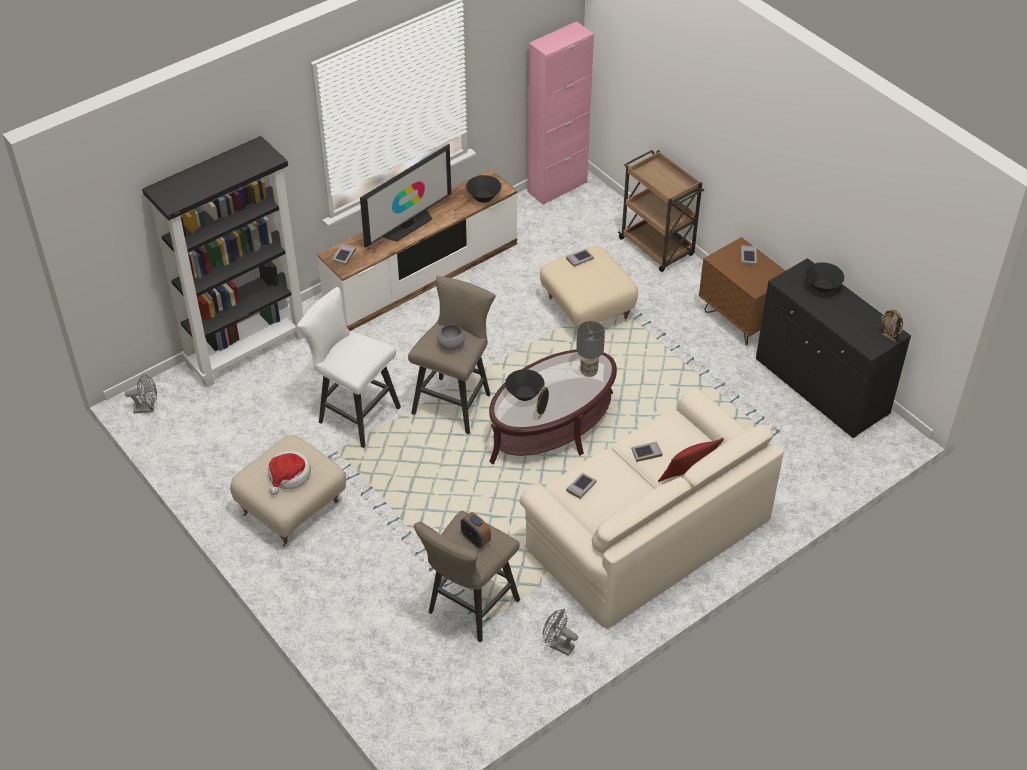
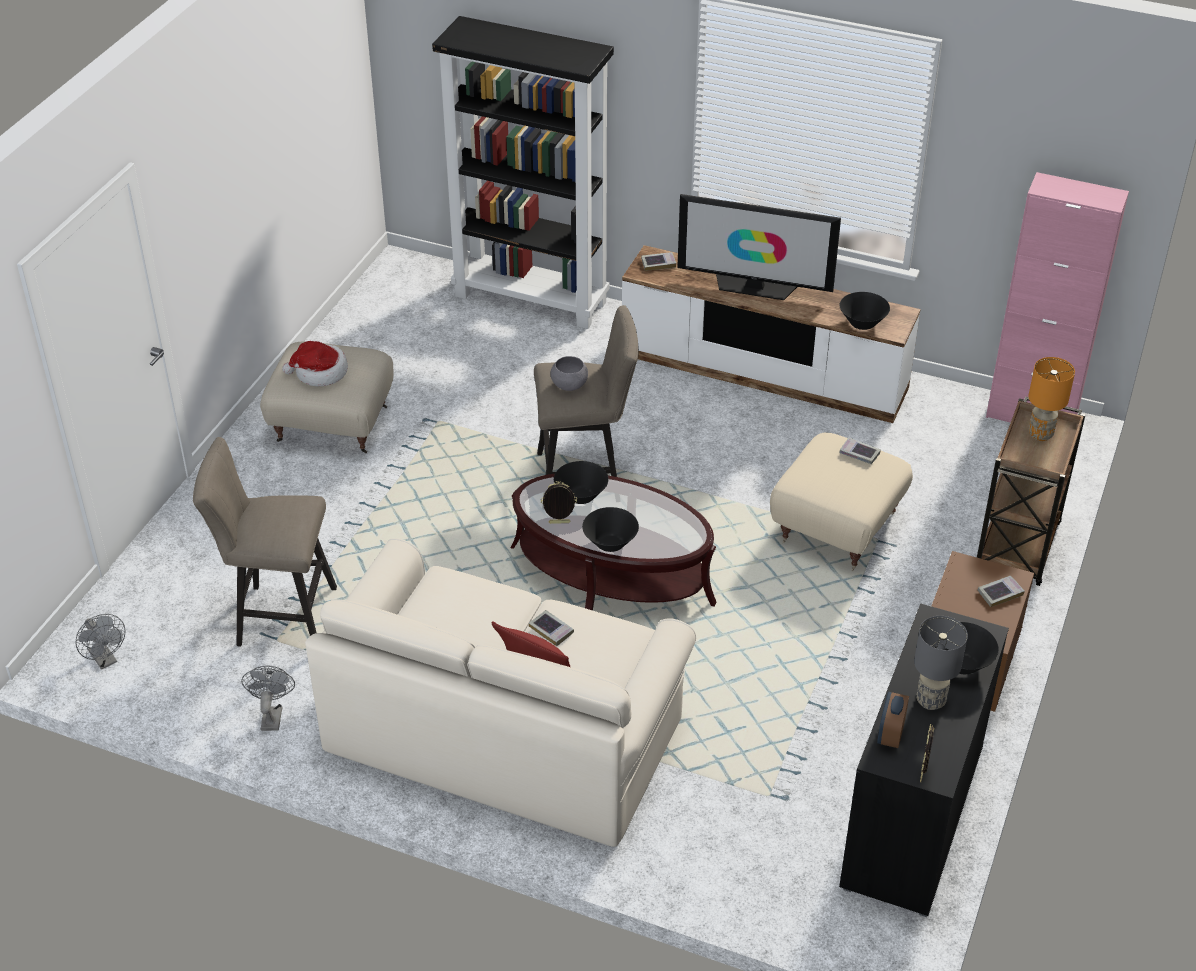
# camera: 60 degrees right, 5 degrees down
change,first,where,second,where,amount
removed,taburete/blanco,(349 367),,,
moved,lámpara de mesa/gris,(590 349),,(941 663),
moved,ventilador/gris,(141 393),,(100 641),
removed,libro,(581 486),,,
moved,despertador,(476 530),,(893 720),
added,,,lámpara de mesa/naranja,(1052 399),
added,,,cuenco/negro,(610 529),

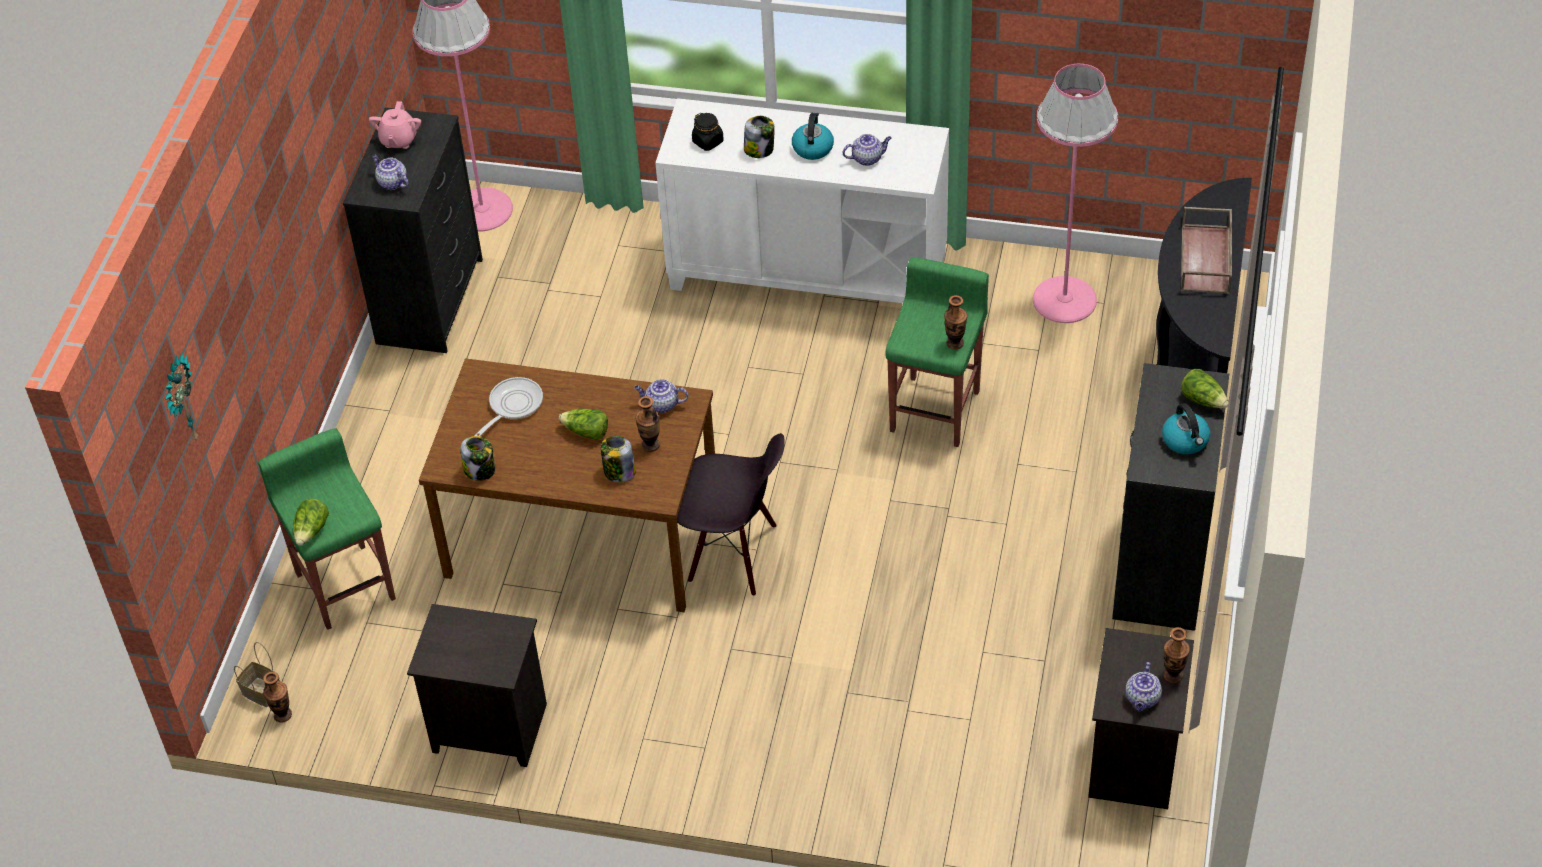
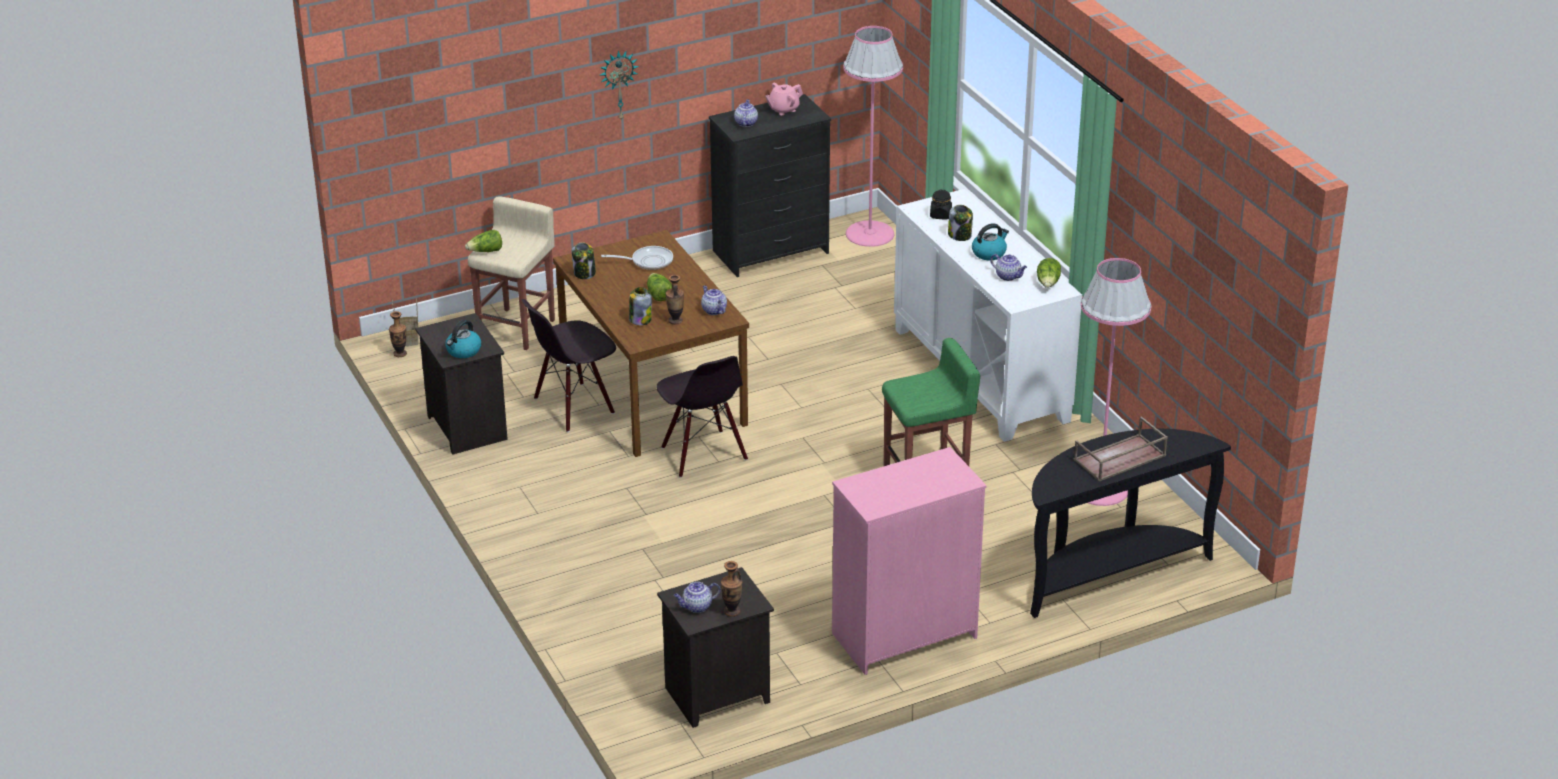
# camera: 50 degrees right, 15 degrees down
change,first,where,second,where,amount
removed,florero,(955 322),,,
moved,reloj de pared,(181 397),,(619 86),
recoloured,cómoda/negro,(1170 497),cómoda/rosa,(909 561),
moved,lechuga,(1205 388),,(1049 273),
moved,hervidor,(1186 428),,(463 339),
recoloured,taburete/verde,(327 529),taburete/beis,(511 273),
added,,,silla/negro,(568 365),

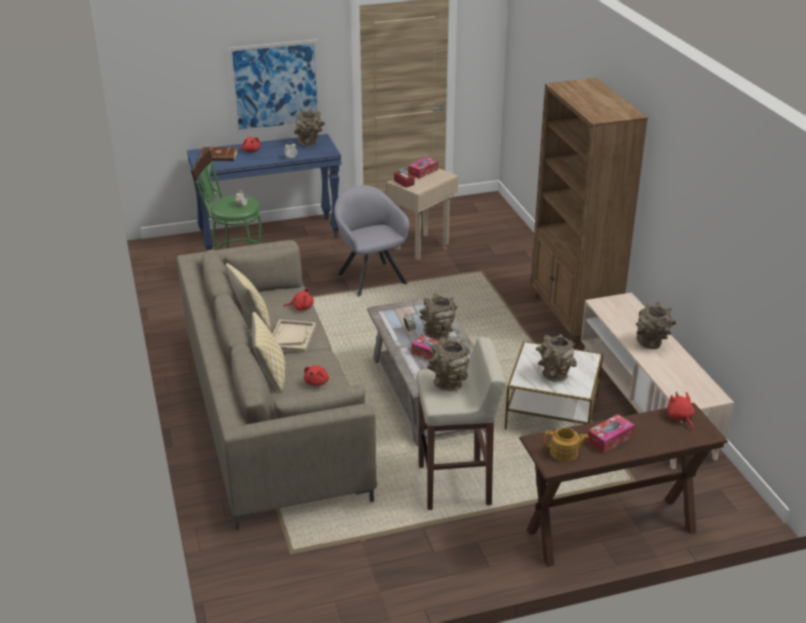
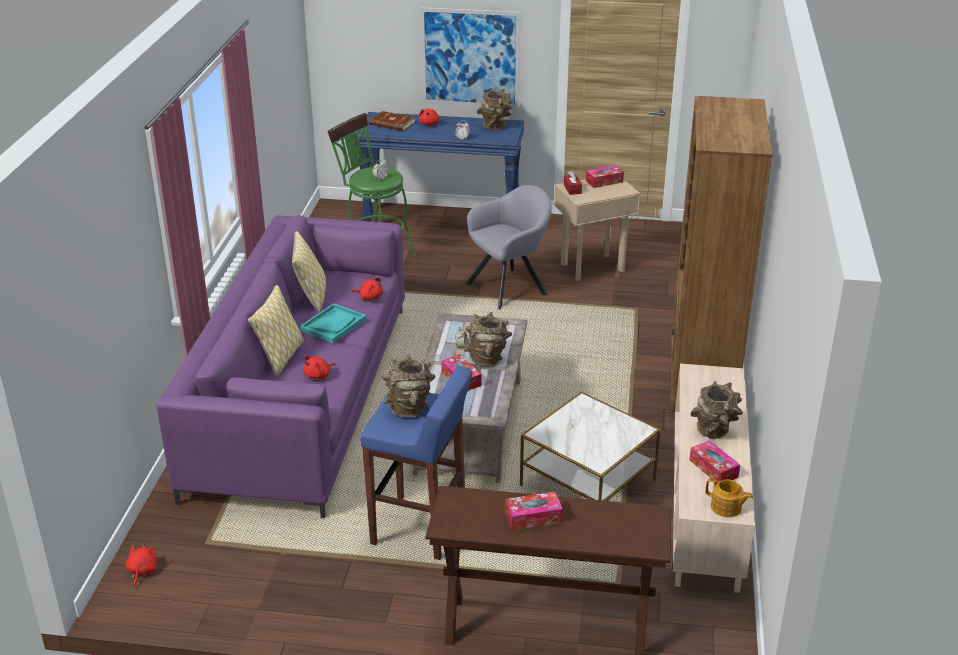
# camera: 25 degrees right, 0 degrees up
change,first,where,second,where,amount
turned,sillón/gris,(371 241),,(509 247),60 degrees clockwise
recoloured,sofá/beis,(277 385),sofá/morado,(281 366),
recoloured,bandeja/beis,(294 336),bandeja/turquesa,(333 323),
removed,florero/marrón,(556 358),,,
recoloured,taburete/beis,(461 423),taburete/azul,(416 463),
moved,peluche/rojo,(681 410),,(141 564),
moved,tetera,(566 445),,(729 497),
added,,,caja de pañuelos,(715 461),

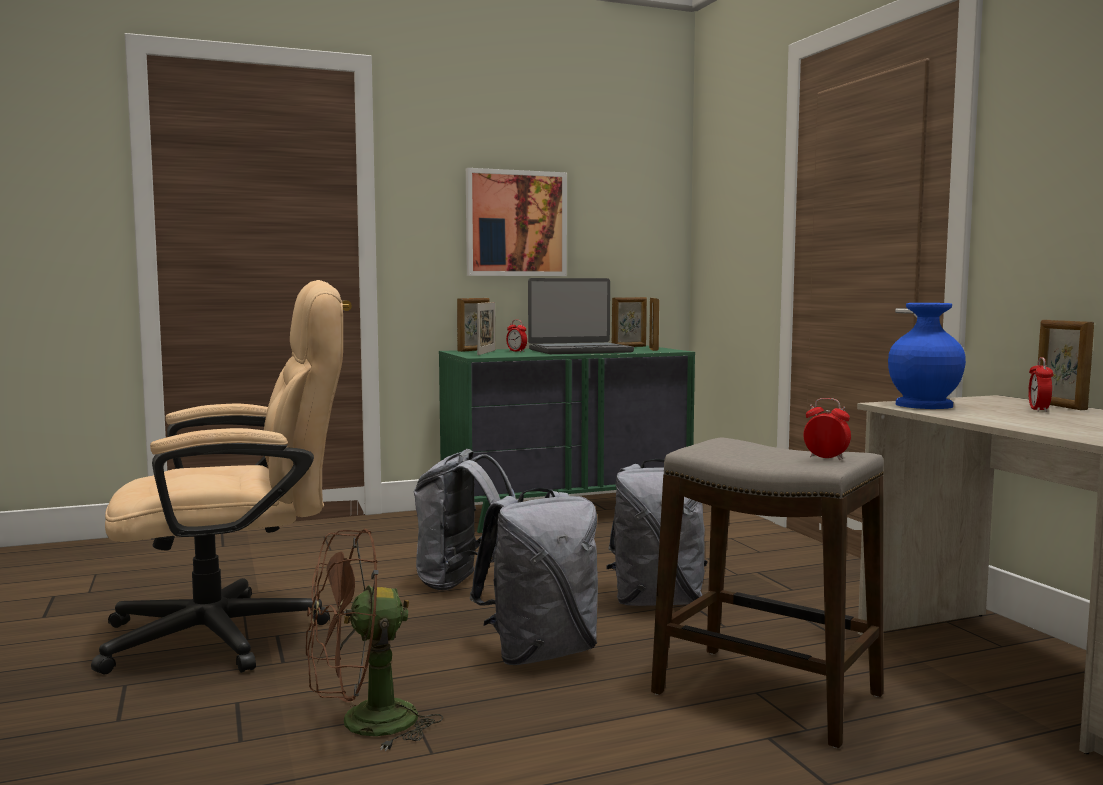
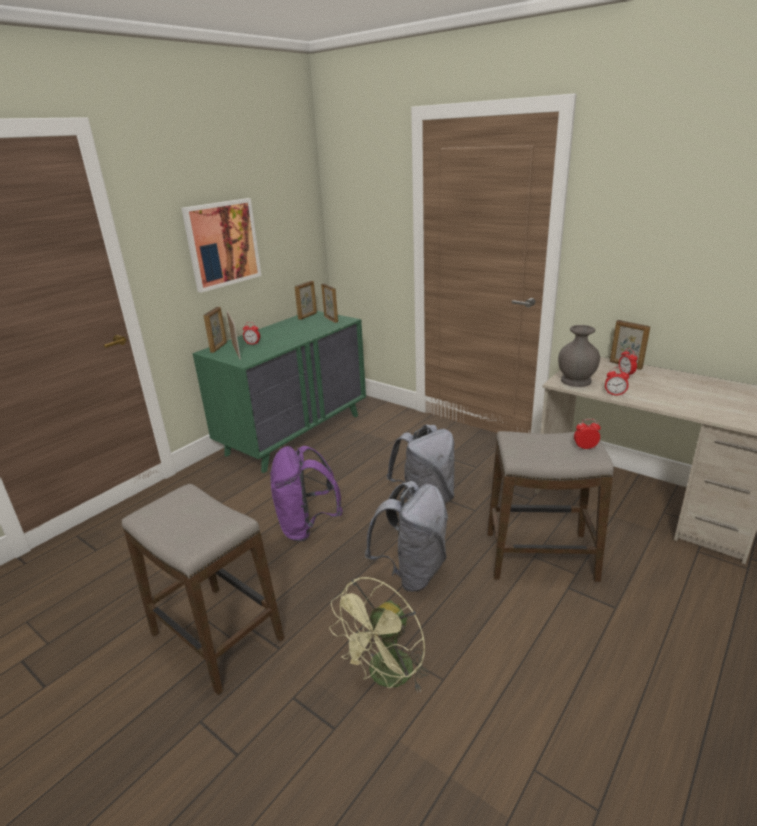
# camera: 30 degrees left, 20 degrees up
change,first,where,second,where,amount
removed,portátil,(581 316),,,
replaced,silla de oficina/beis,(217 477),taburete,(203 589),
recoloured,florero/azul,(927 356),florero/gris,(579 356),
recoloured,mochila/gris,(465 519),mochila/morado,(306 493),
recoloured,ventilador/marrón,(374 640),ventilador/verde,(379 635),
added,,,despertador,(617 381),

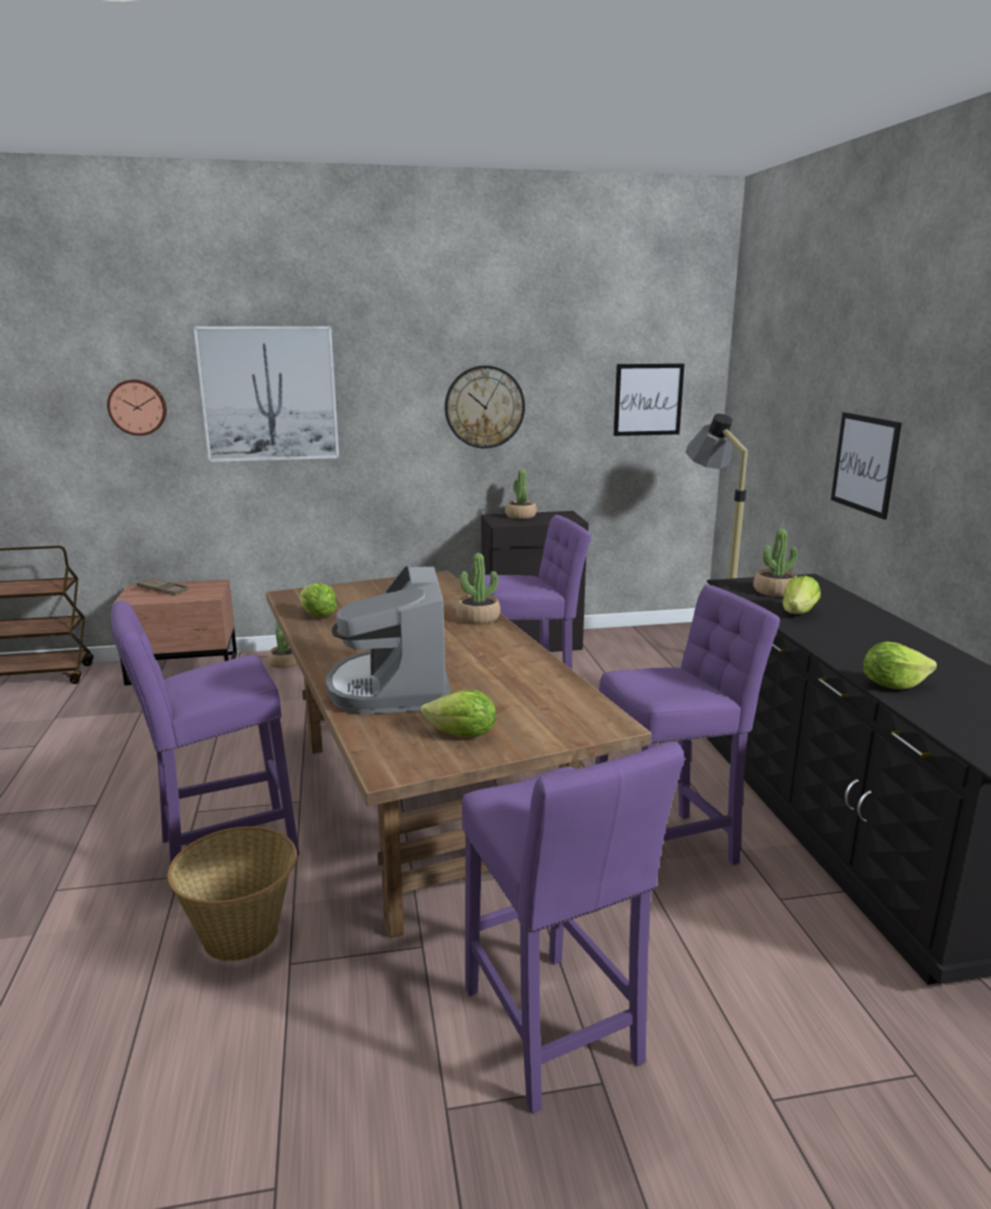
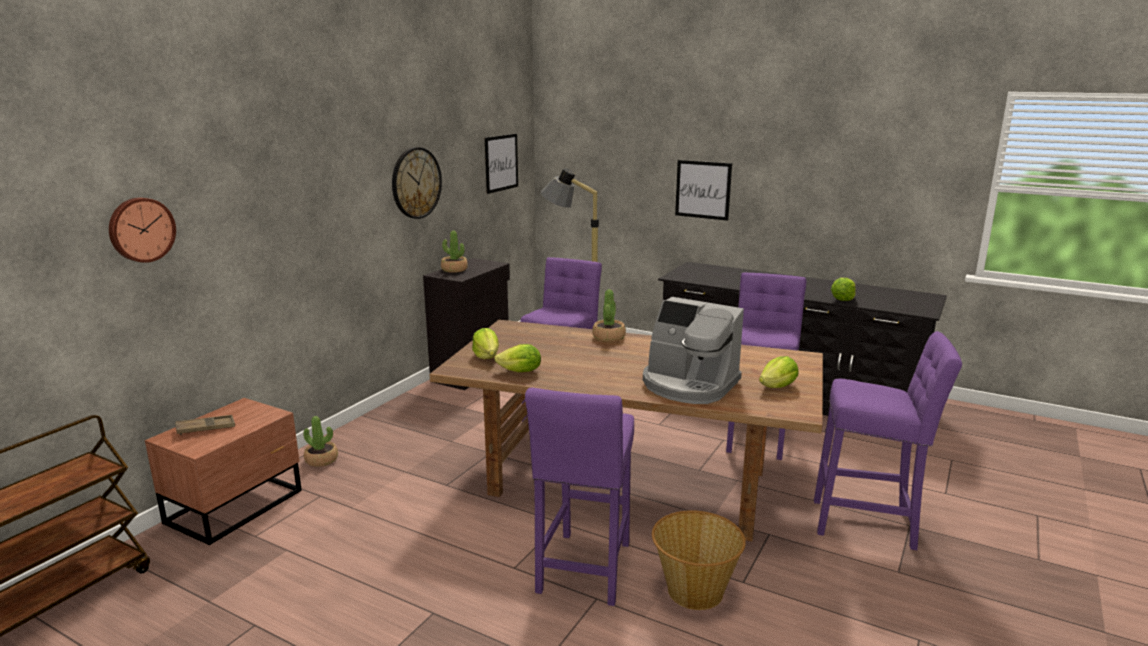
# camera: 50 degrees left, 0 degrees up
change,first,where,second,where,amount
removed,cuadro,(266 394),,,
removed,planta en maceta,(775 563),,,
moved,lechuga,(801 595),,(485 343),

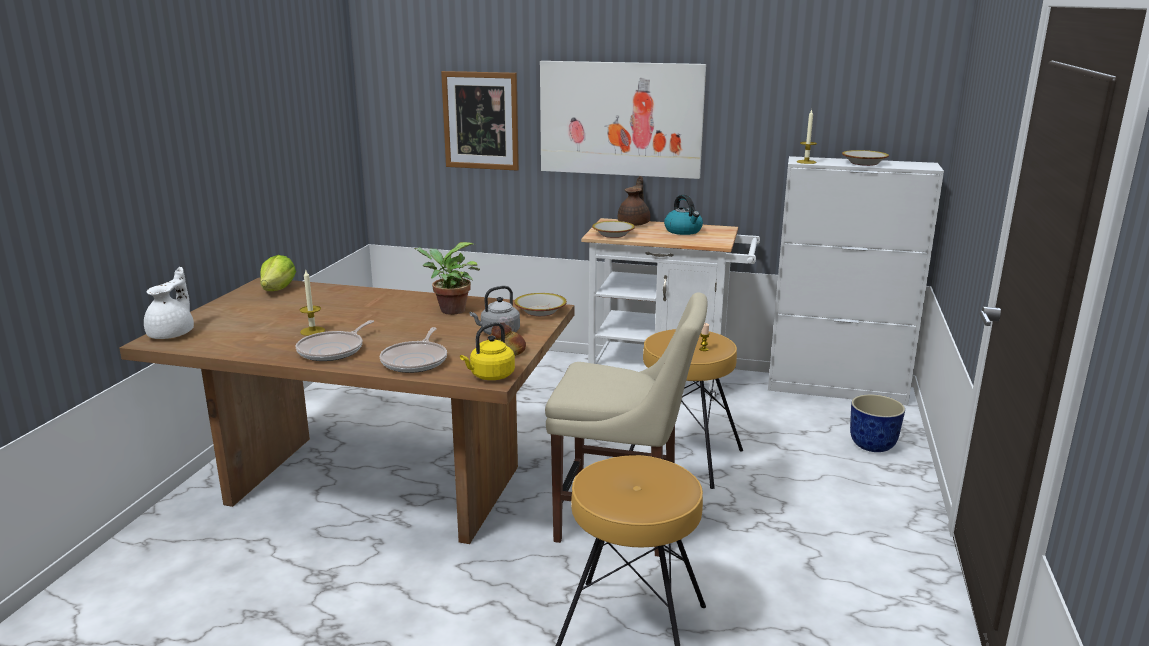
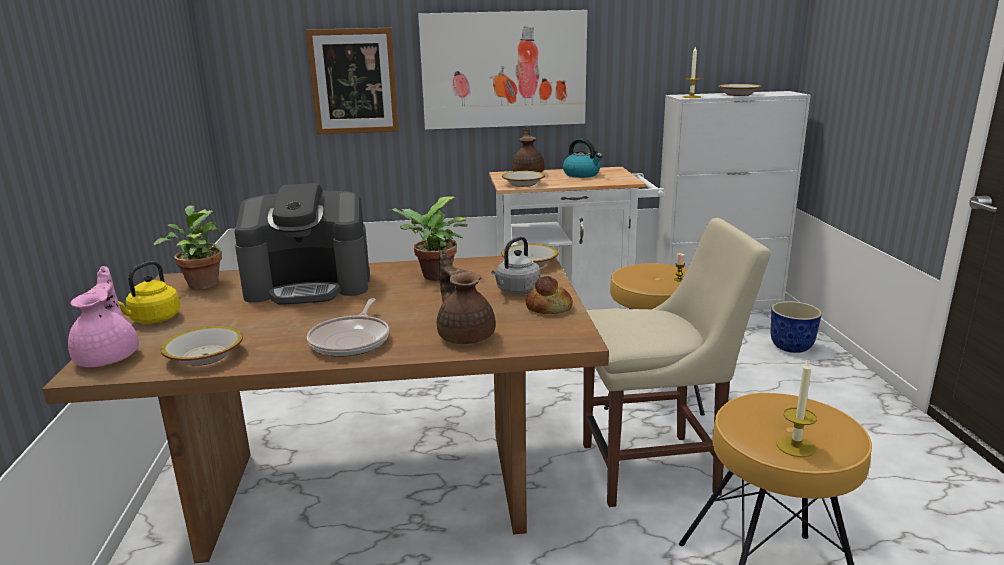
# camera: 20 degrees left, 0 degrees up
change,first,where,second,where,amount
replaced,lechuga,(278 273),planta en maceta,(188 248),
recoloured,tetera/blanco,(169 303),tetera/rosa,(103 316),
moved,vela,(312 303),,(797 408),
moved,hervidor/amarillo,(487 351),,(149 292),
replaced,sartén,(413 350),tetera/marrón,(466 297),
added,,,cafetera,(302 244),
added,,,cuenco,(201 346),

